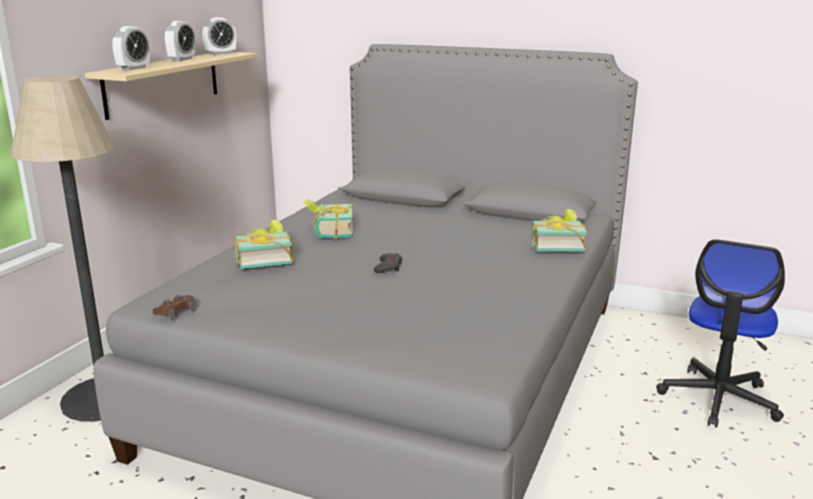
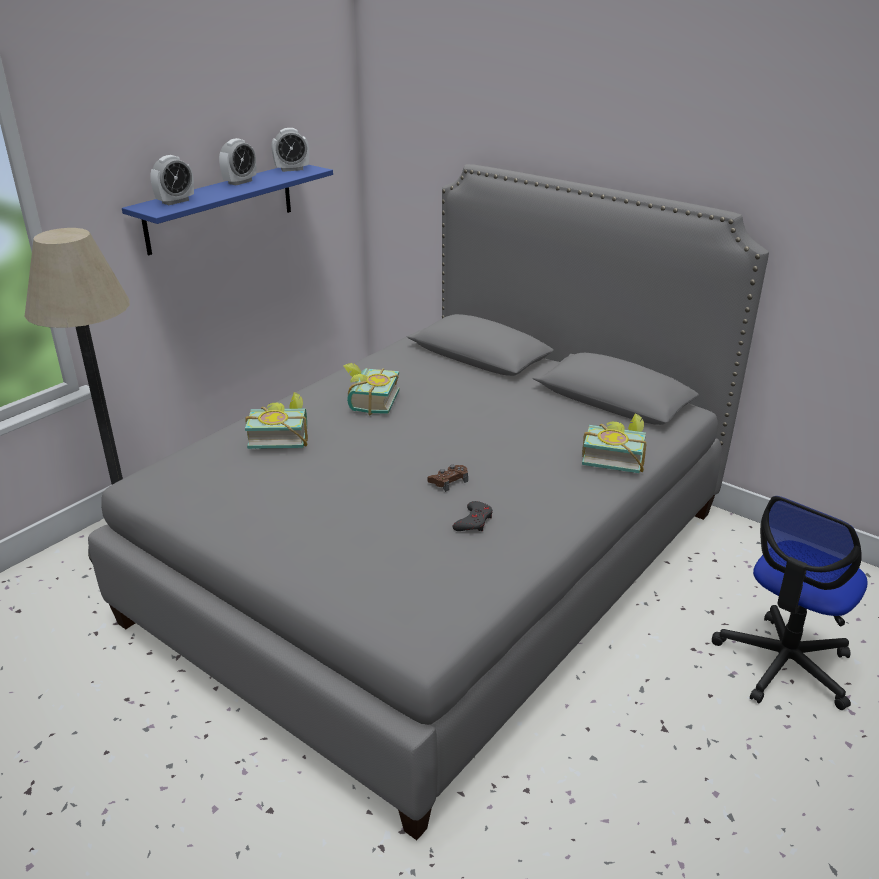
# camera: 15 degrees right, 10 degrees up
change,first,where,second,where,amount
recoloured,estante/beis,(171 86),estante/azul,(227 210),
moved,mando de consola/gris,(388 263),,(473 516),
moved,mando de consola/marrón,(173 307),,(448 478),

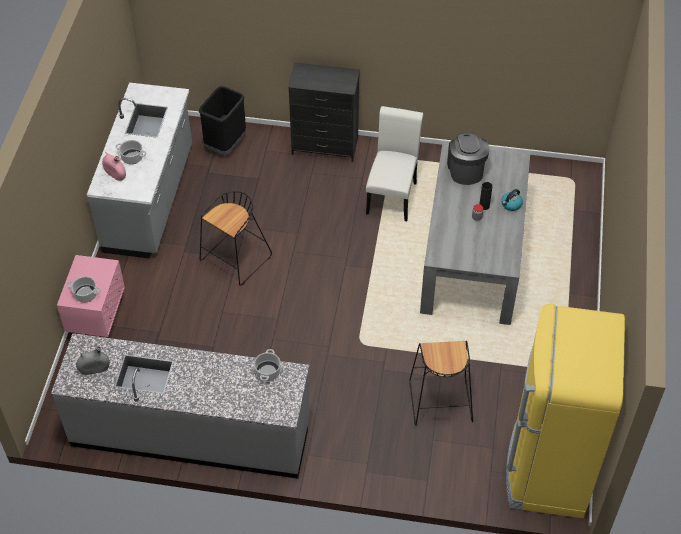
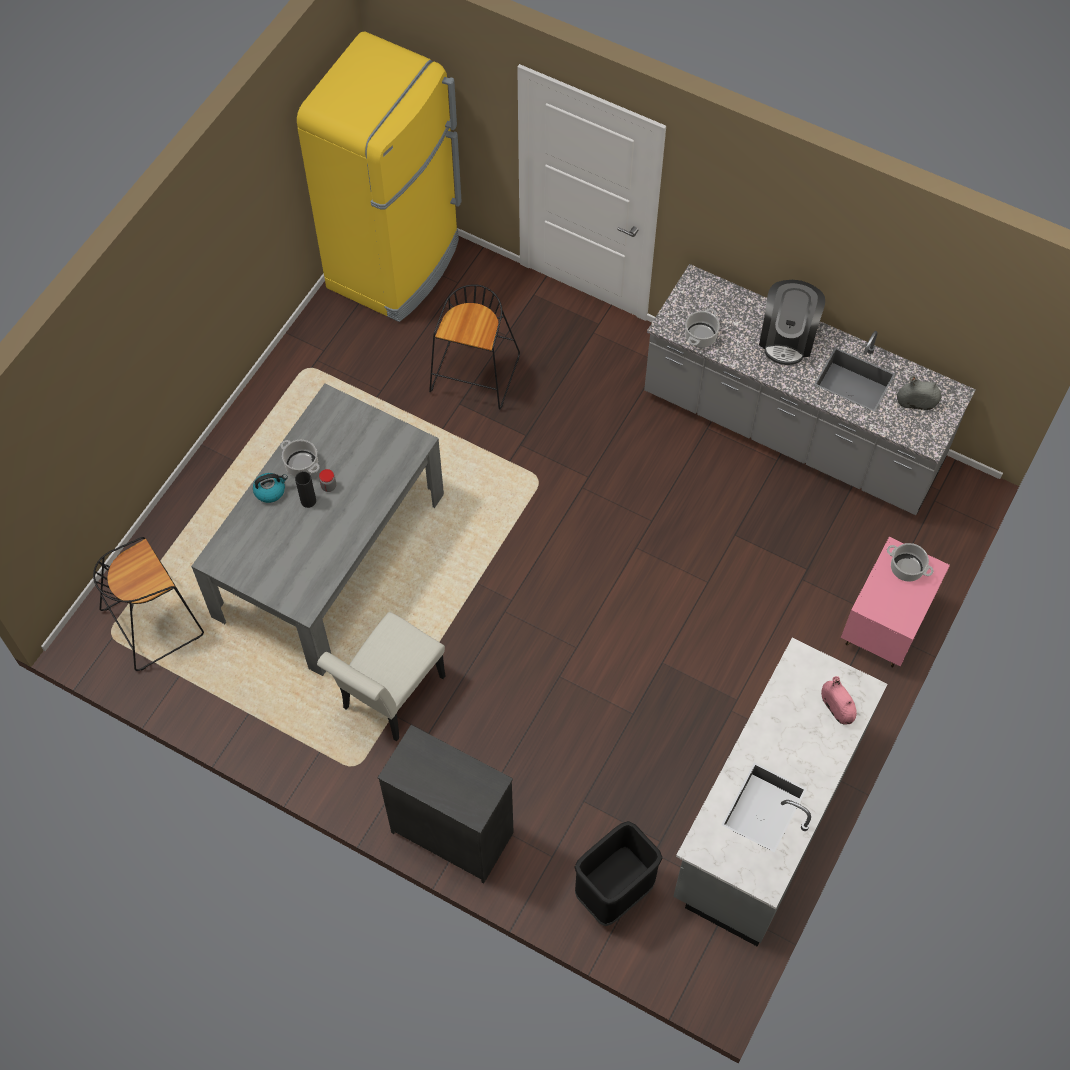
# camera: 160 degrees left, 10 degrees up
change,first,where,second,where,amount
moved,cafetera,(468 158),,(792 322),
moved,olla,(131 152),,(300 458),
moved,taburete/negro,(236 238),,(148 604),

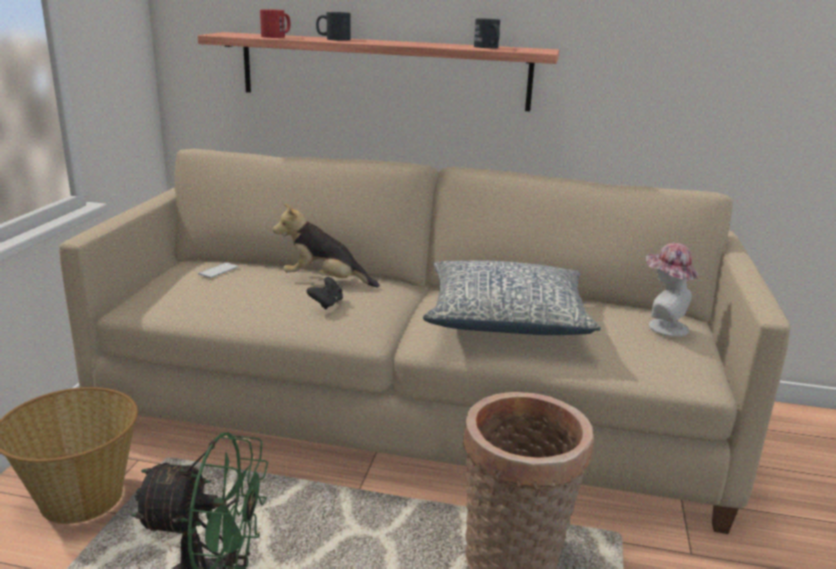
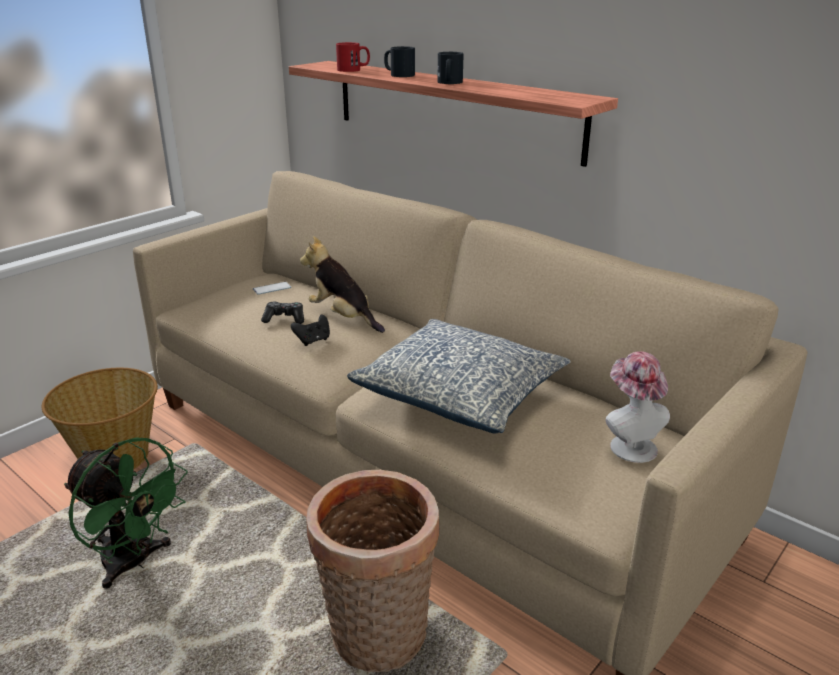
# camera: 30 degrees right, 5 degrees up
change,first,where,second,where,amount
moved,taza grande/negro,(487 33),,(451 68),
added,,,mando de consola,(282 313),

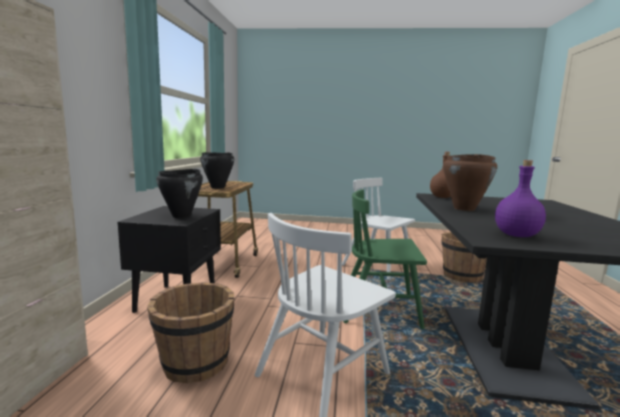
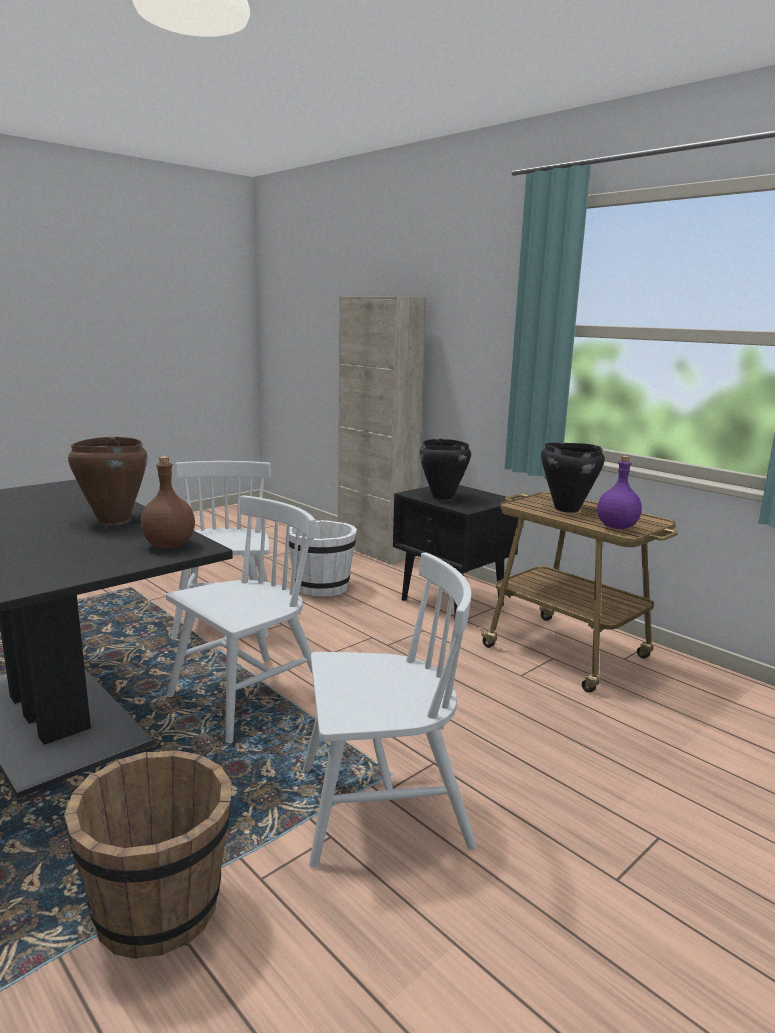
# camera: 130 degrees right, 5 degrees up
change,first,where,second,where,amount
moved,botella/morado,(520 198),,(619 492),
recoloured,silla/verde,(385 259),silla/blanco,(240 619),
recoloured,cubo/marrón,(190 332),cubo/blanco,(321 558),

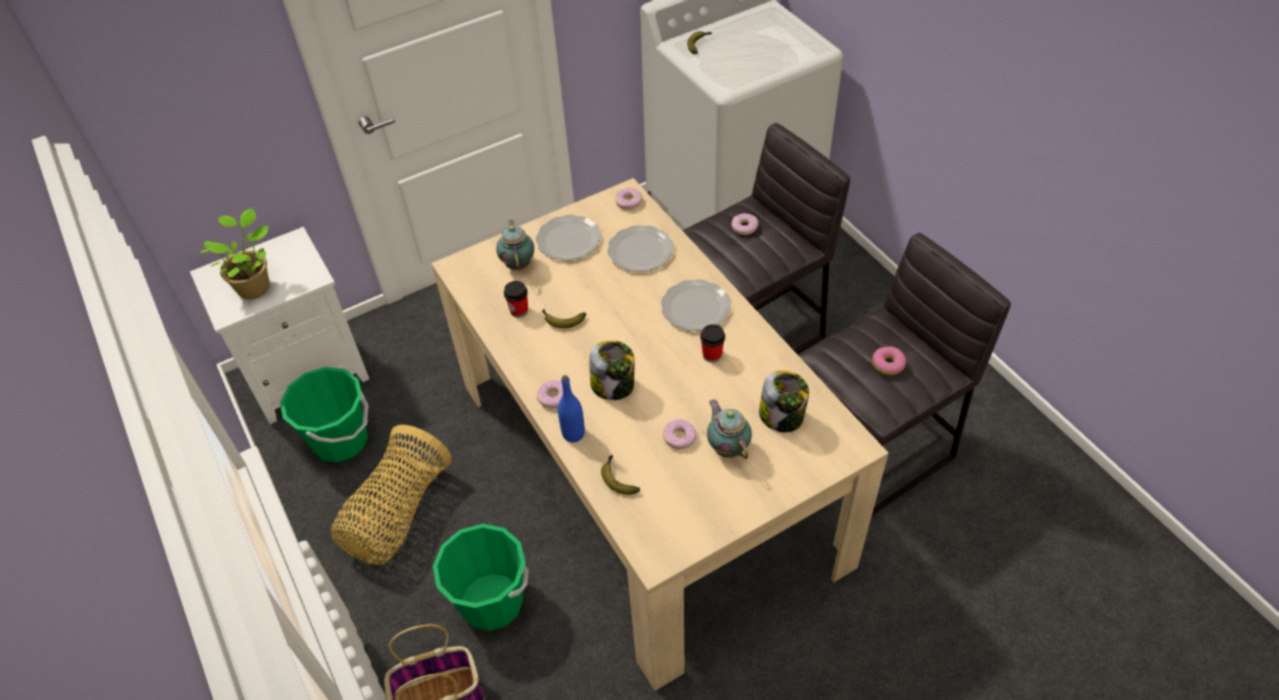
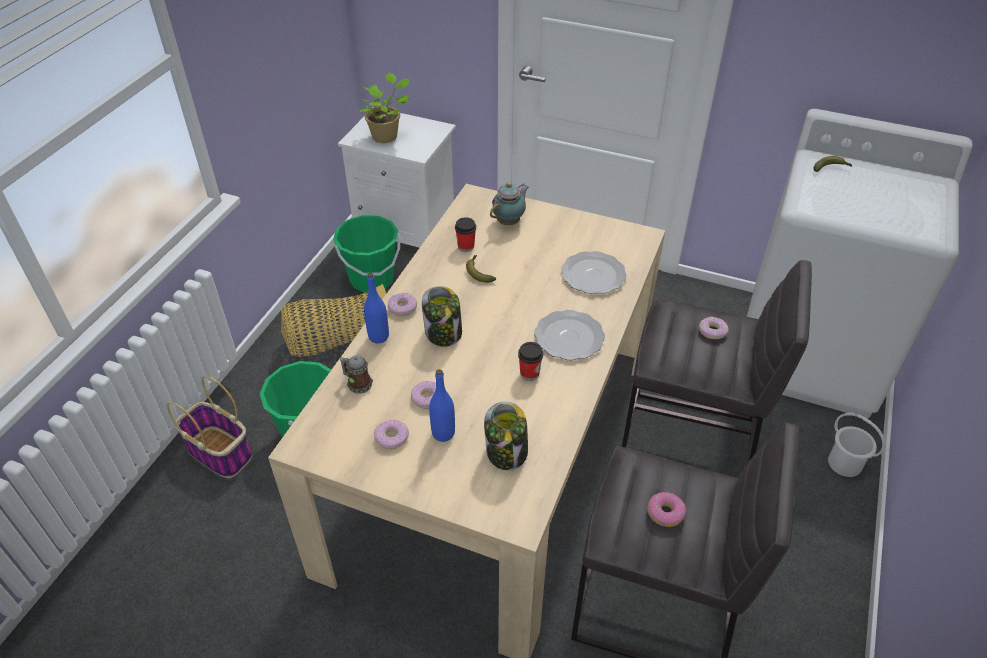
# camera: 50 degrees right, 5 degrees down
change,first,where,second,where,amount
moved,rosquilla,(628 199),,(391 434),
removed,plato,(568 238),,,
replaced,tetera,(729 429),botella/azul,(442 405),
replaced,plátano,(620 475),taza grande,(356 374),
added,,,cubo/blanco,(856 445),

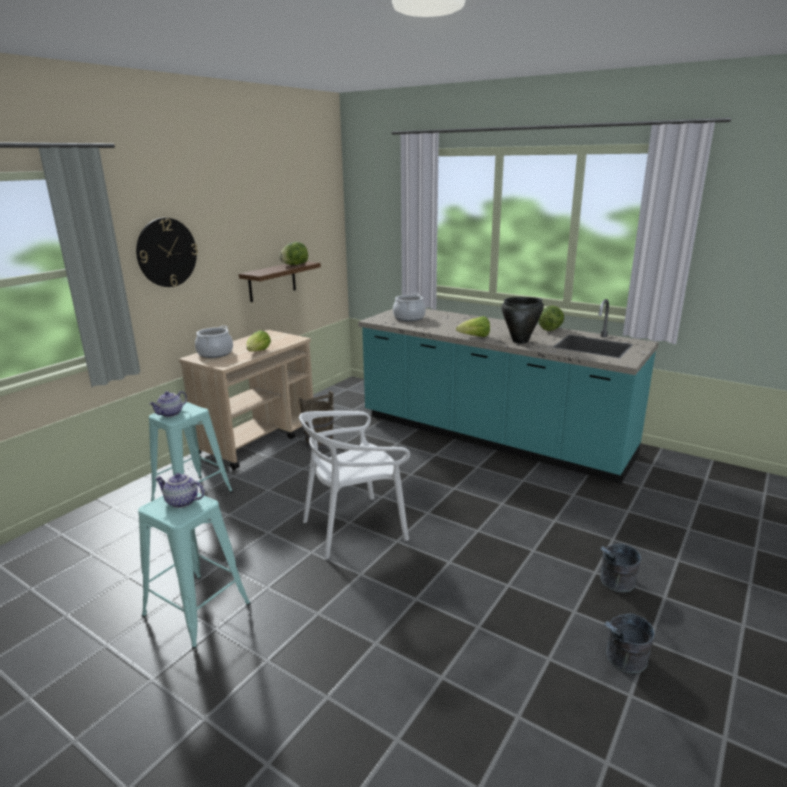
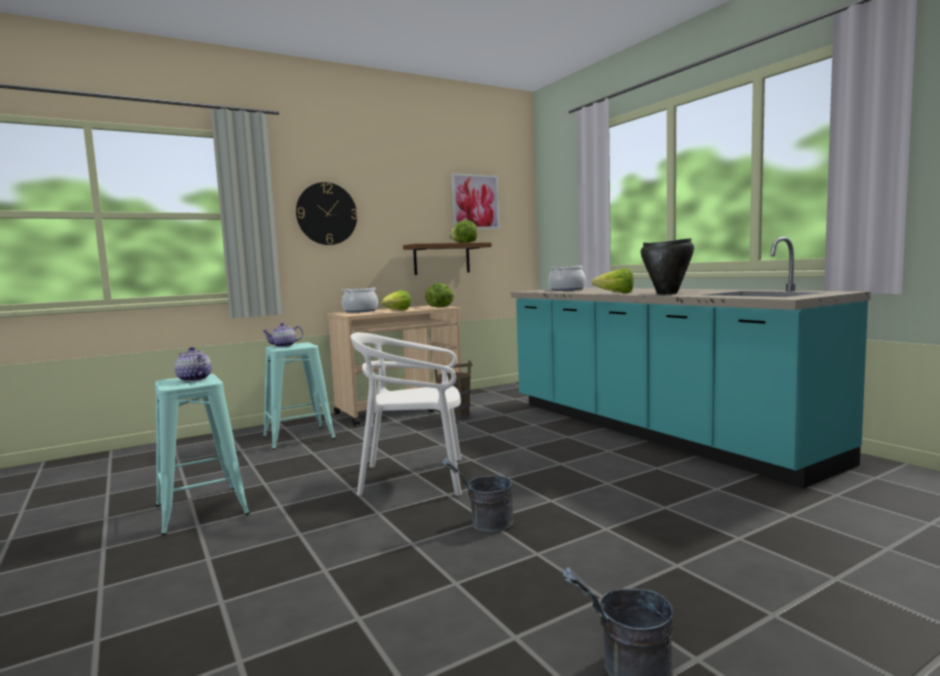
# camera: 25 degrees right, 15 degrees down
change,first,where,second,where,amount
moved,lechuga,(551 318),,(440 295),
moved,cubo/gris,(620 568),,(477 495),
added,,,cuadro,(475 201),

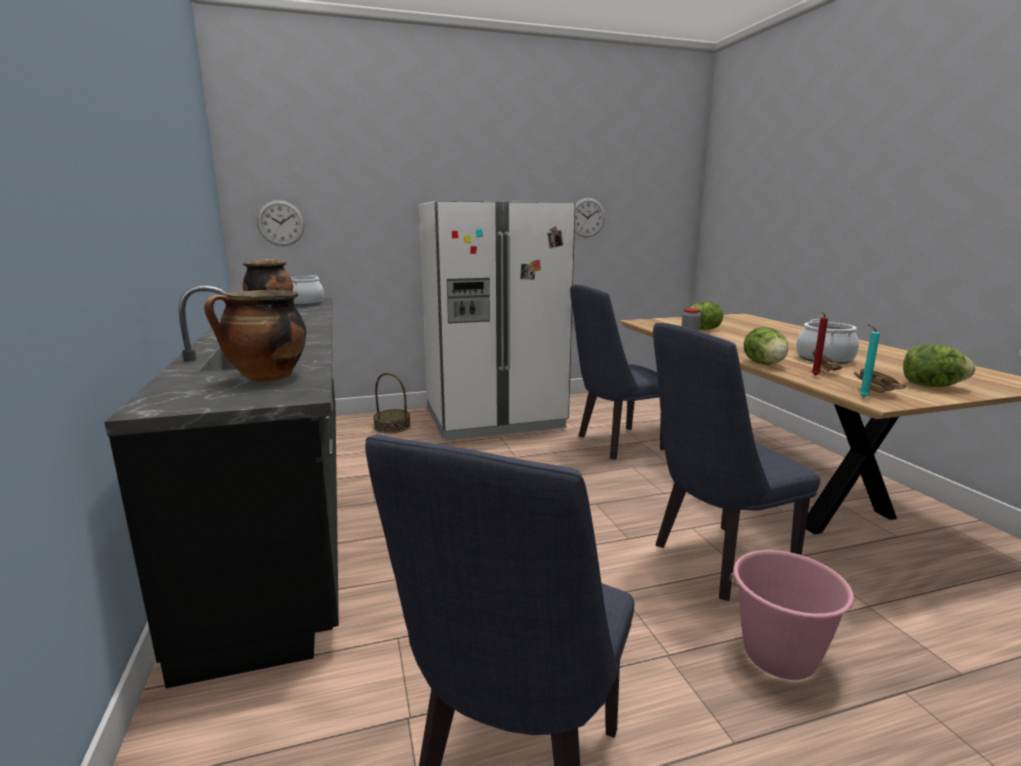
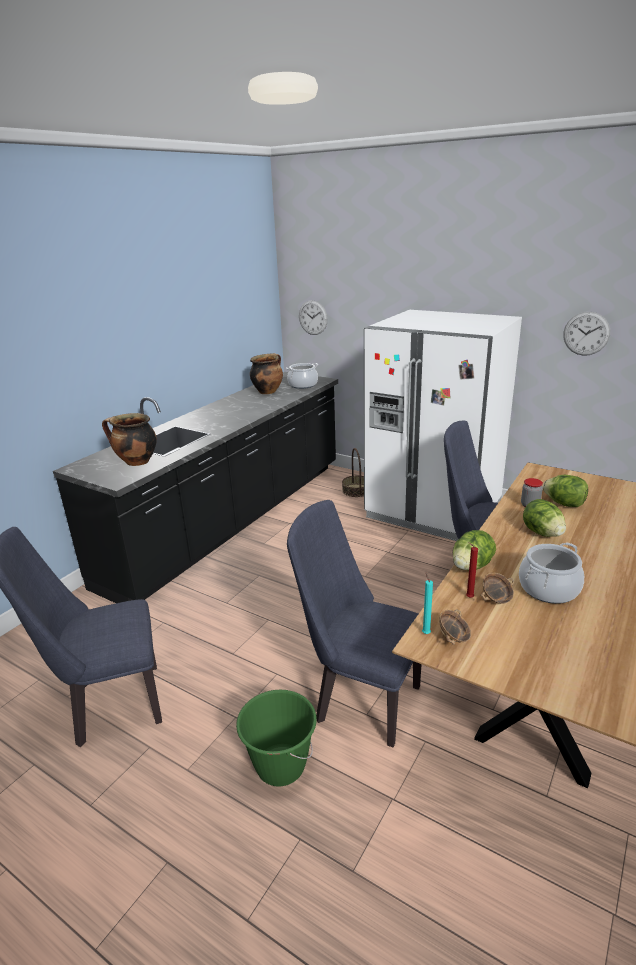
# camera: 50 degrees right, 10 degrees up
change,first,where,second,where,amount
moved,lechuga,(939 366),,(544 518),
recoloured,cubo/rosa,(792 615),cubo/verde,(276 738),

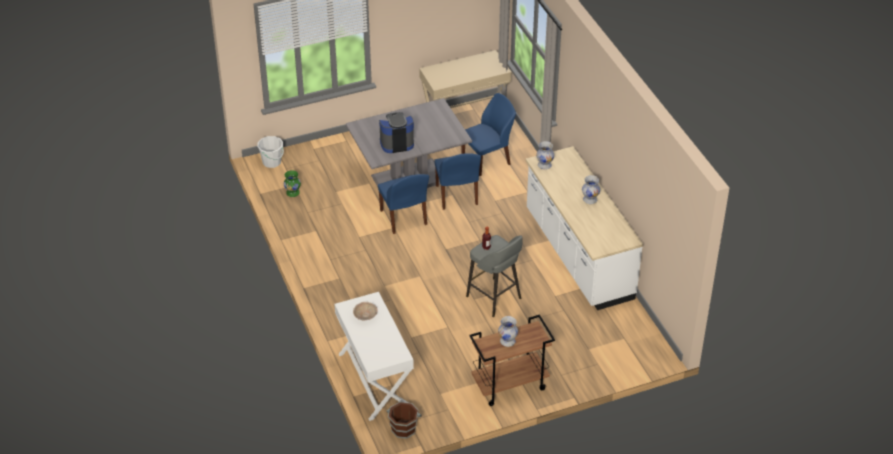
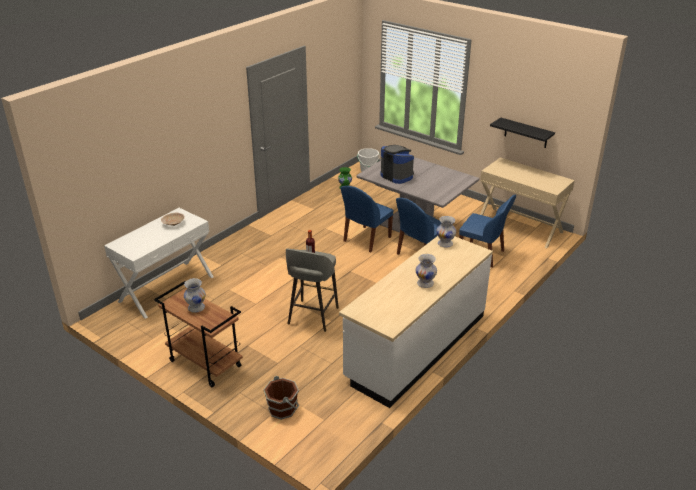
# camera: 60 degrees right, 10 degrees down
change,first,where,second,where,amount
moved,cubo/marrón,(404 420),,(281 398),
added,,,estante/negro,(522 132),

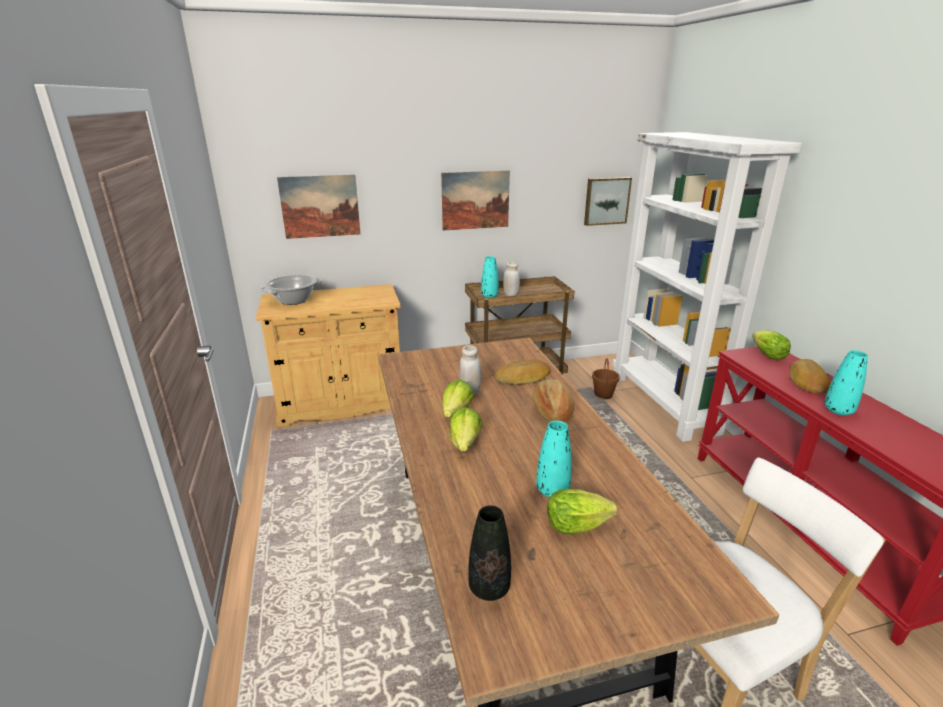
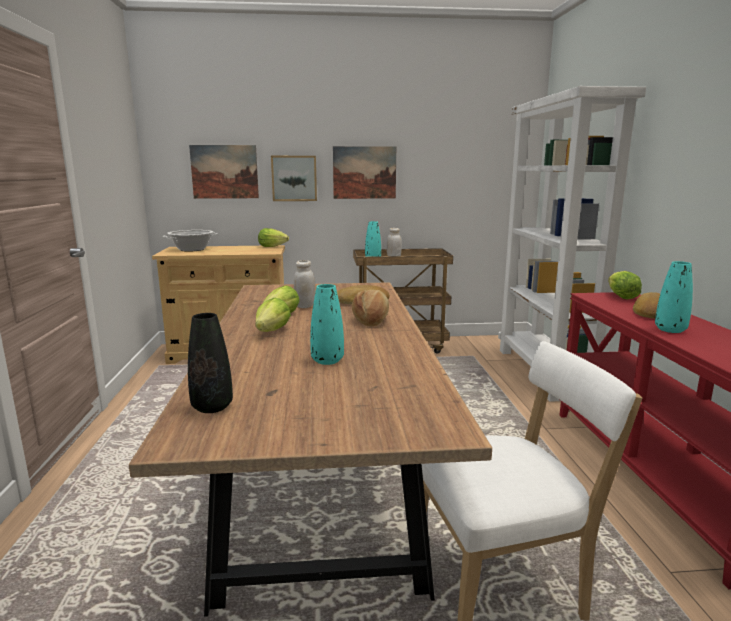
# camera: 10 degrees right, 10 degrees down
change,first,where,second,where,amount
moved,cuadro,(608 201),,(294 178),
removed,cubo/marrón,(606 378),,,
moved,lechuga,(582 511),,(273 237),

